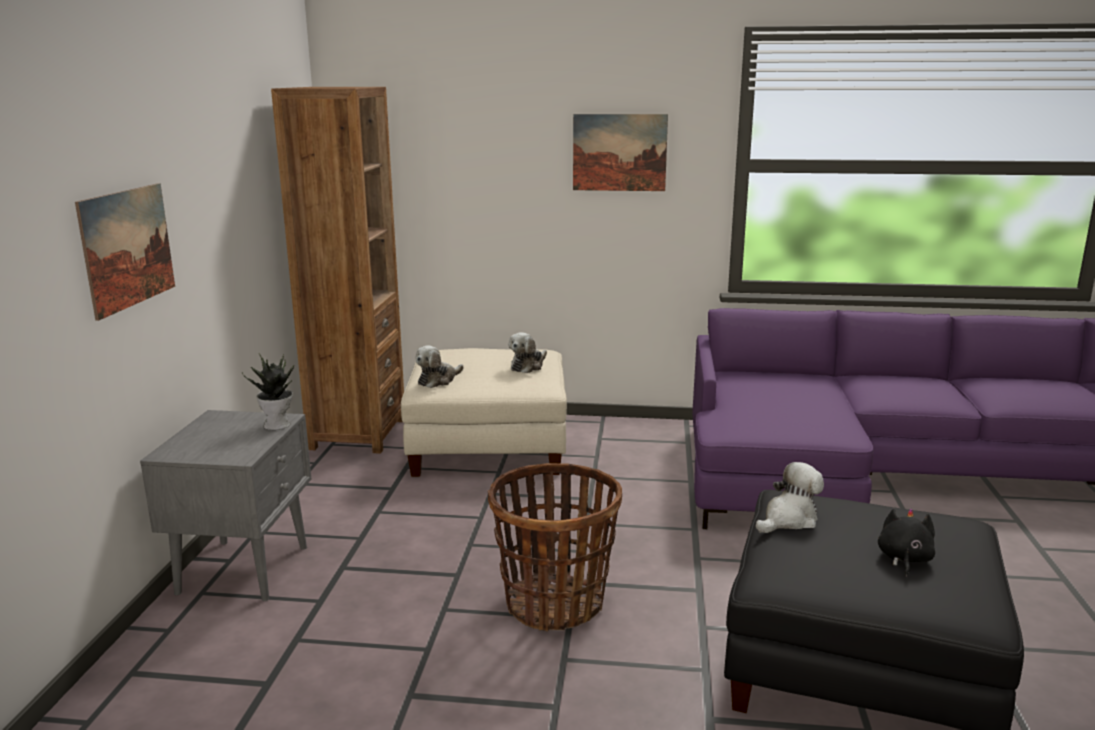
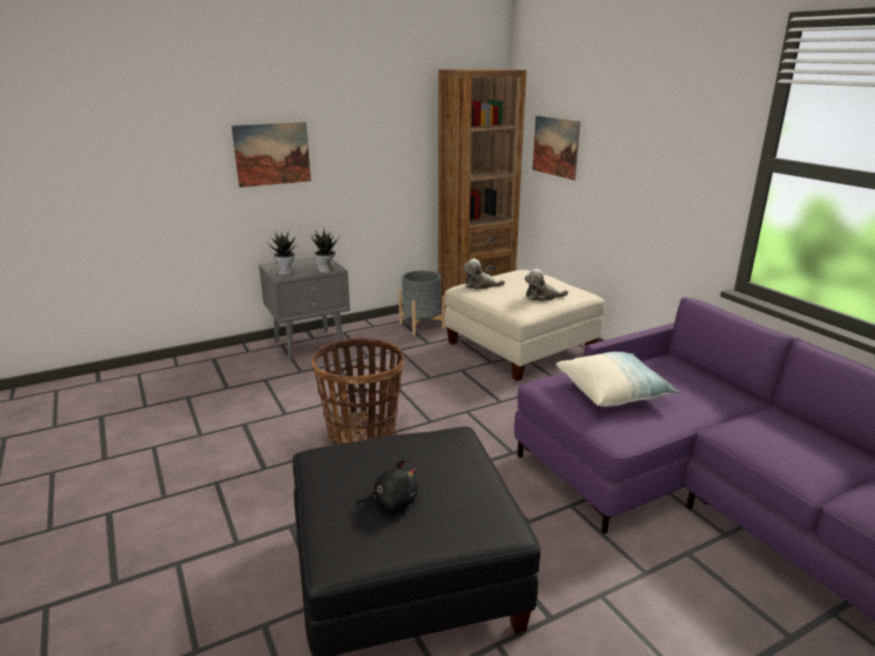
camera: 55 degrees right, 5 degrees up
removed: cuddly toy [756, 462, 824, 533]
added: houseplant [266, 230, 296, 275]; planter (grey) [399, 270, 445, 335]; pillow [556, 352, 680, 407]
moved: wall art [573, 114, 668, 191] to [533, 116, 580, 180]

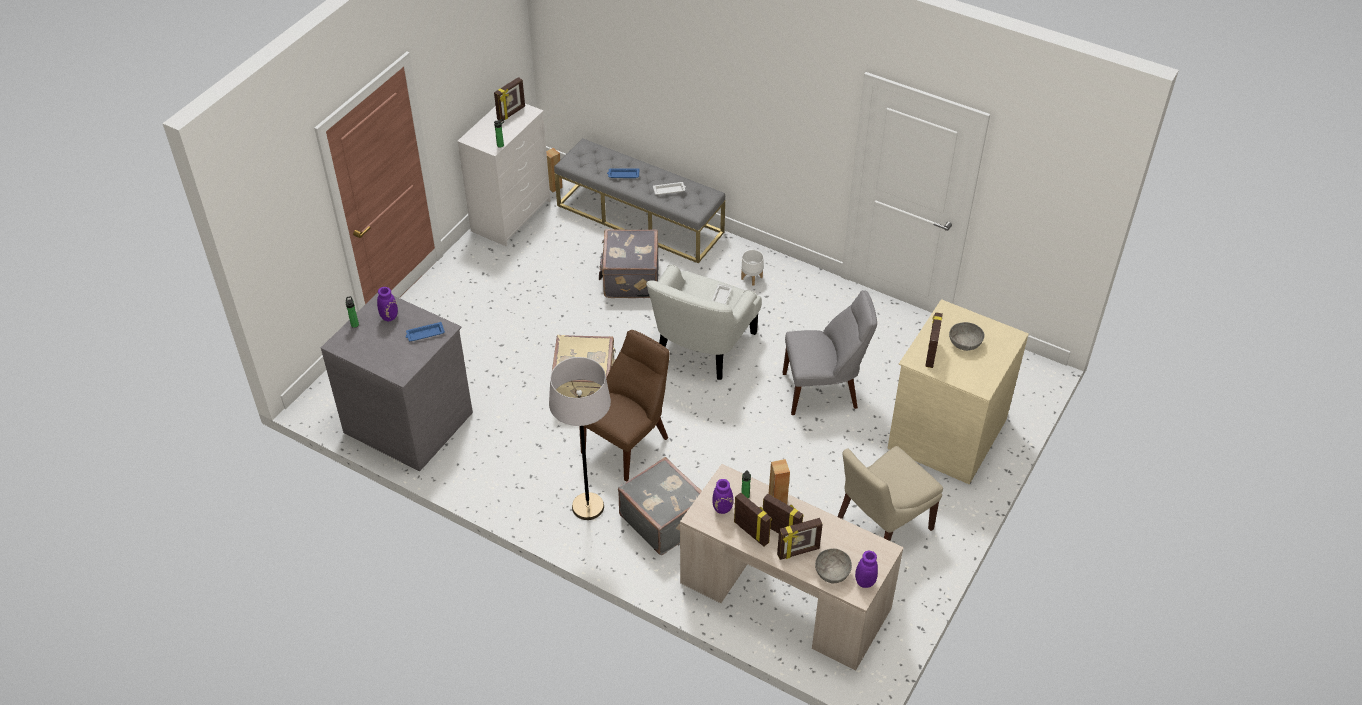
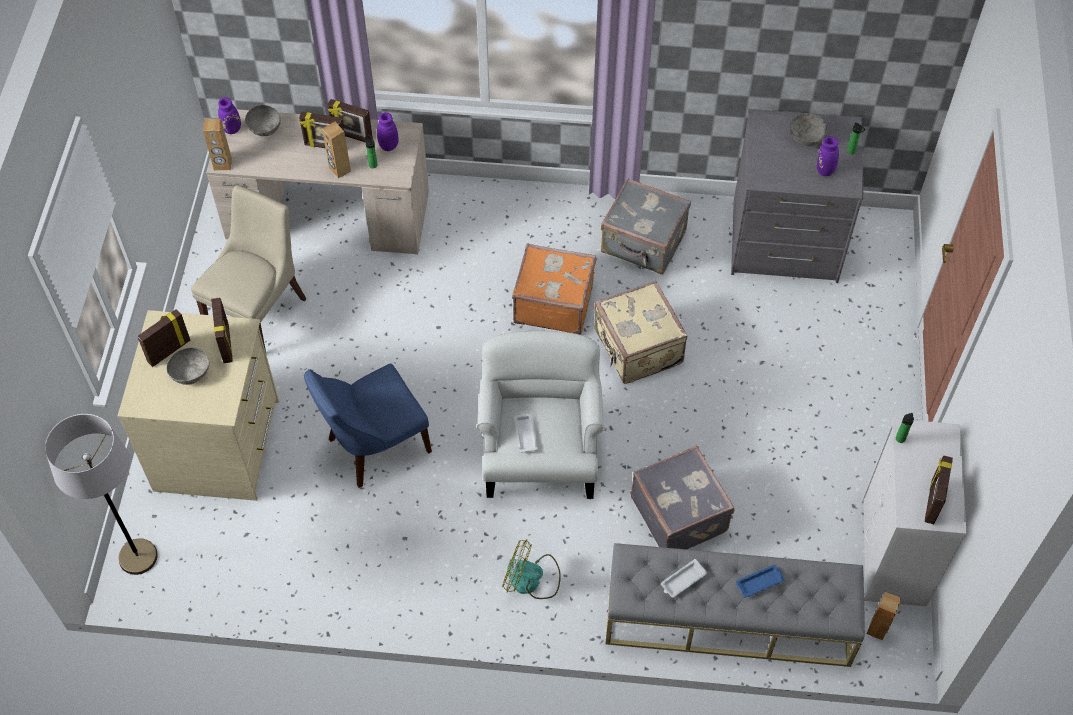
camera: 155 degrees right, 10 degrees up
removed: serving tray (blue-coloured) [406, 322, 445, 341]
added: speaker (brown) [203, 119, 232, 170]; bowl (grey) [791, 113, 827, 146]
moved: standard lamp (grey) [549, 357, 611, 520] to [45, 414, 158, 575]; photo frame [777, 518, 823, 560] to [137, 309, 190, 367]; suitcase (grey) [618, 457, 702, 555] to [601, 178, 691, 275]
replaced: planter (whitish) [741, 250, 764, 286] to fan [502, 539, 561, 599]; chair (brown) [579, 330, 669, 482] to suitcase (orange) [512, 243, 596, 335]
recoloured: chair (grey) [783, 290, 877, 415] to chair (blue-coloured) [304, 363, 432, 488]

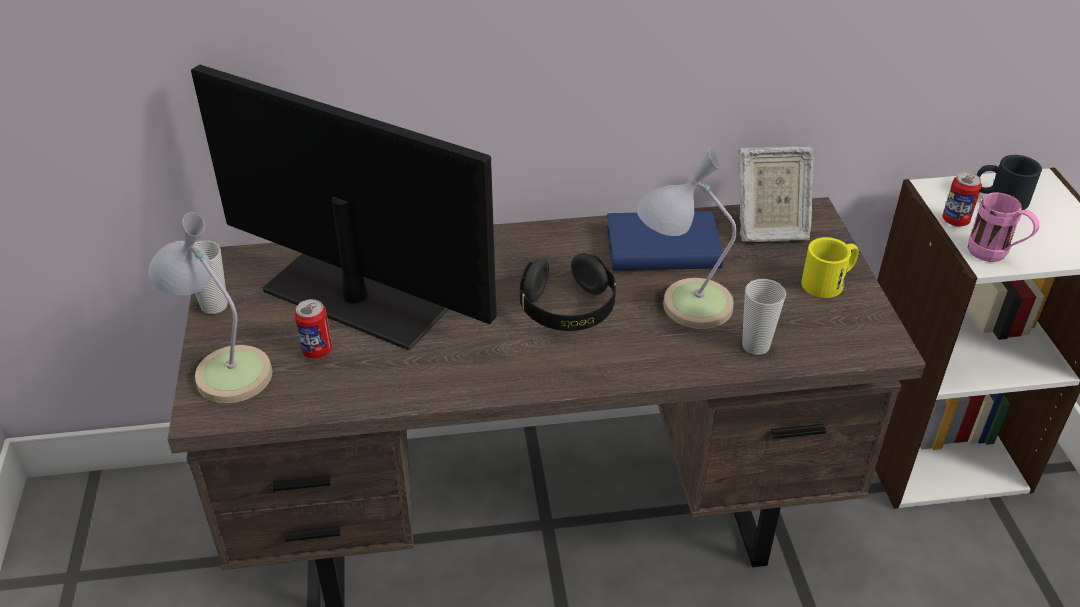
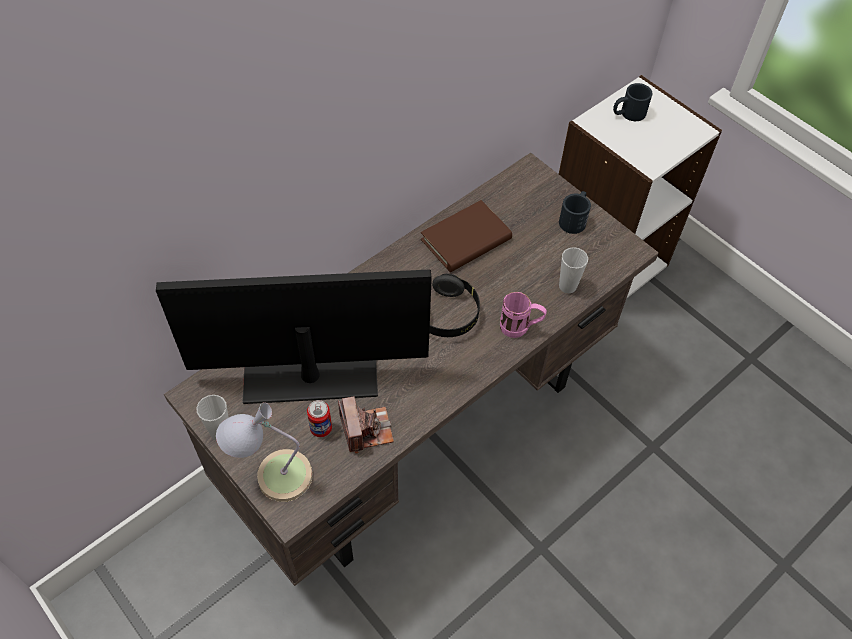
camera: 35 degrees left, 15 degrees up
removed: lamp for a table [636, 148, 737, 329]; photo frame [739, 147, 814, 242]; can [942, 172, 982, 226]
added: photo camera [338, 396, 394, 453]
moved: mug (pinkish) [968, 192, 1039, 262] to [500, 292, 547, 338]
recoloured: book (blue-coloured) [607, 211, 723, 270] to book (brown) [421, 200, 512, 272]; mug (yellow) [801, 237, 859, 298] to mug (black) [559, 191, 591, 234]

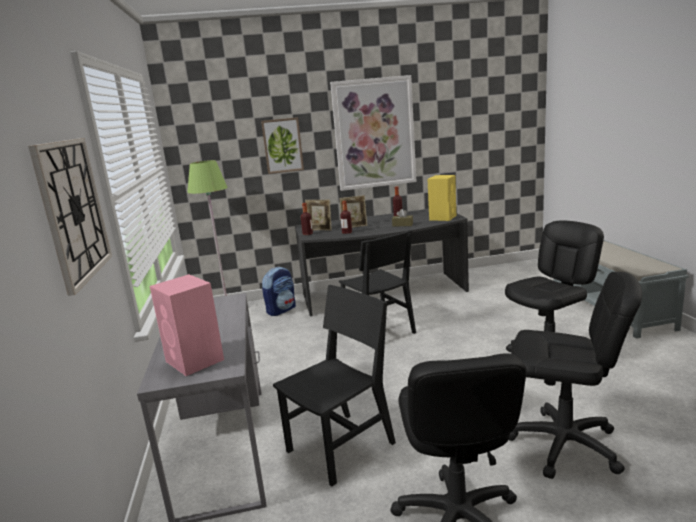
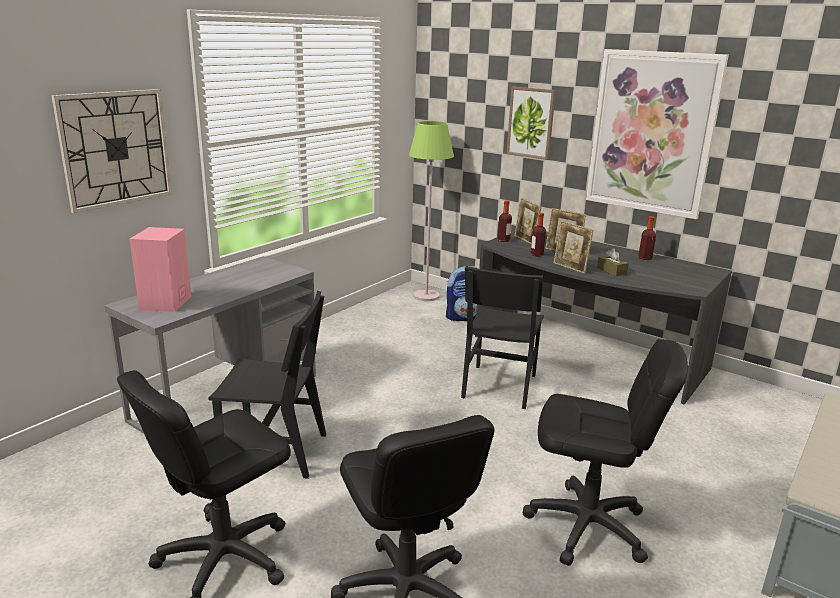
camera: 45 degrees right, 5 degrees up
removed: speaker (yellow) [427, 175, 456, 221]
added: photo frame [554, 221, 594, 274]

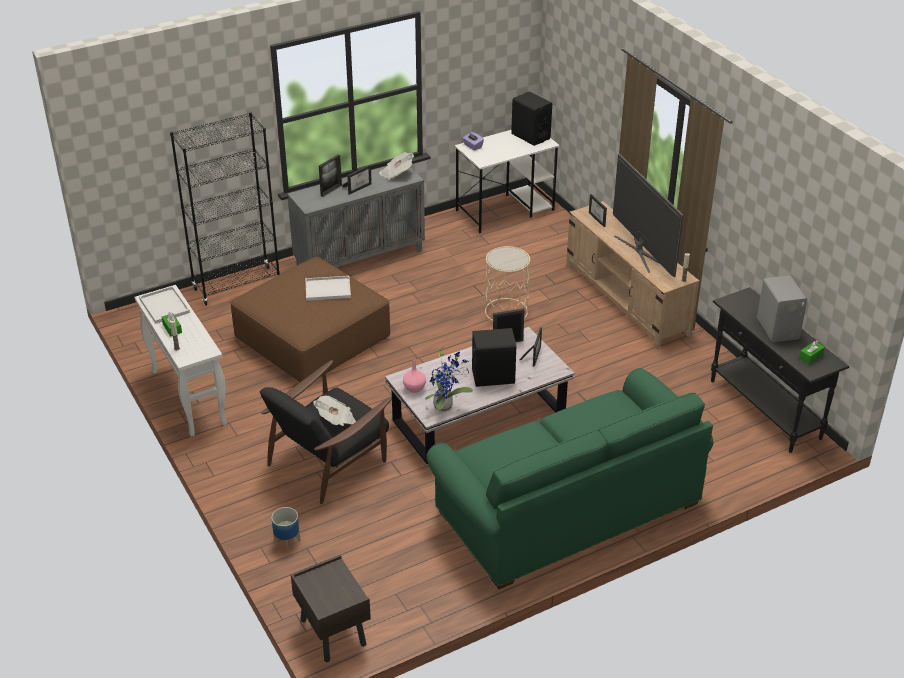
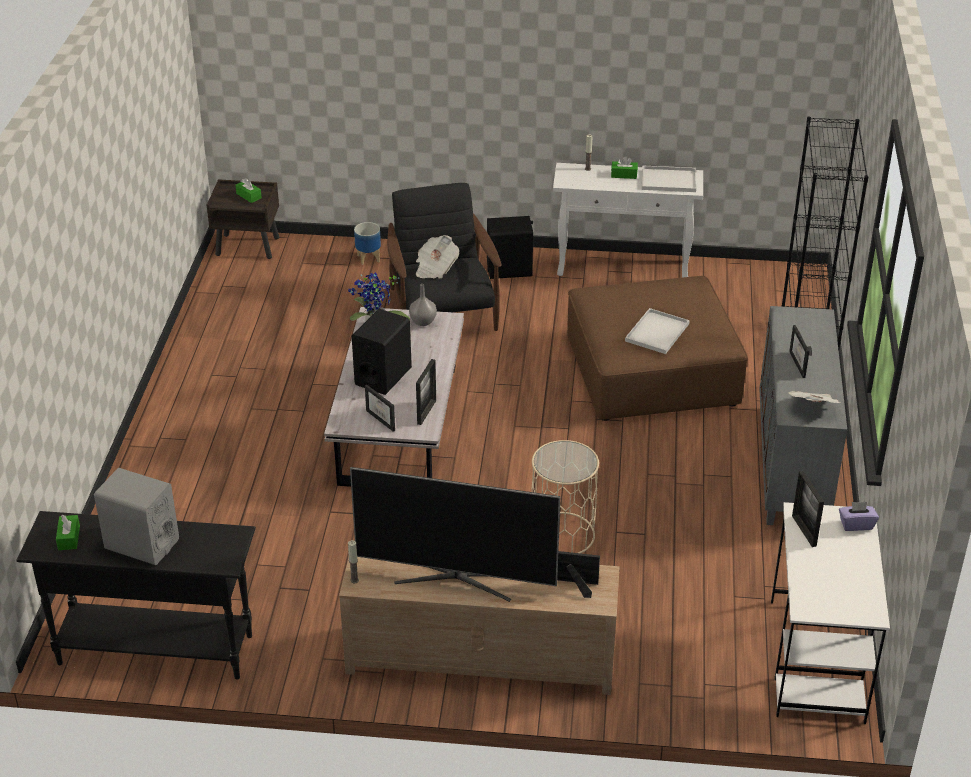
camera: 125 degrees right, 0 degrees up
removed: sofa (green-coloured) [426, 368, 713, 589]
added: tissue box (green-coloured) [236, 178, 262, 203]
moved: speaker (black) [511, 92, 552, 146] to [487, 216, 533, 279]; photo frame [319, 155, 342, 197] to [792, 471, 824, 547]
recoloured: decorative vase (pinkish) [403, 359, 426, 393] to decorative vase (grey) [409, 284, 437, 326]

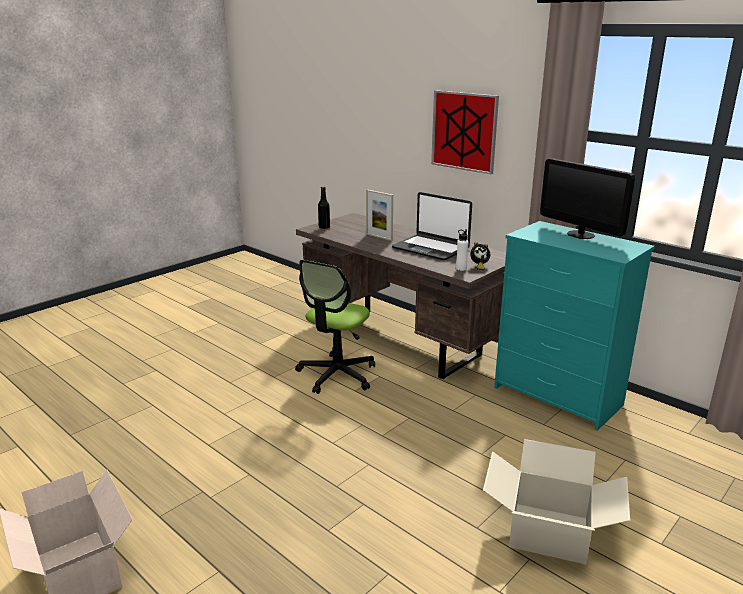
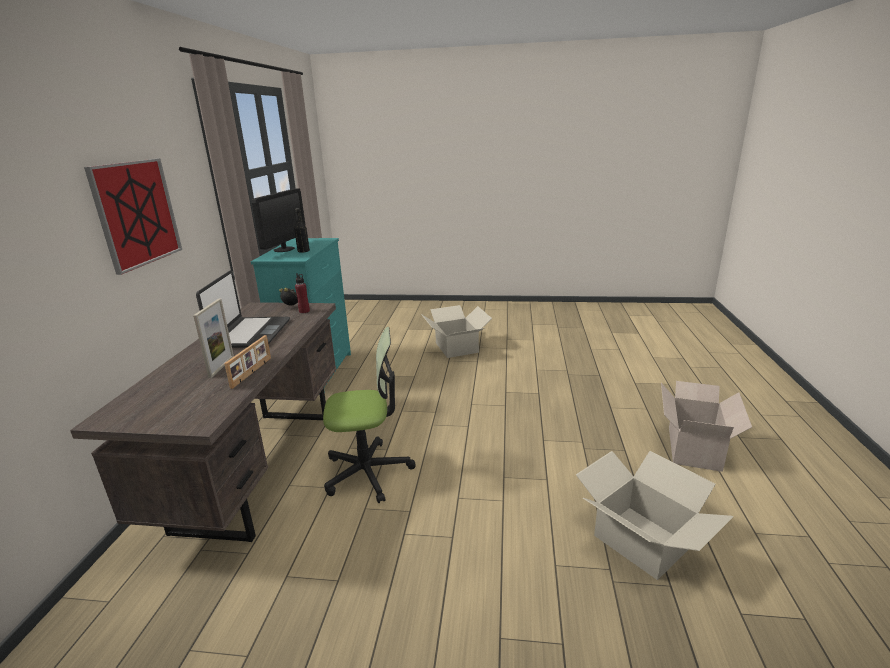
camera: 125 degrees left, 0 degrees up
added: photo frame [224, 335, 271, 389]; carton [576, 451, 733, 580]
moved: drink bottle (black) [318, 186, 330, 229] to [294, 208, 310, 253]
recoloured: drink bottle (whitish) [456, 229, 469, 271] to drink bottle (red-coloured) [295, 273, 310, 313]

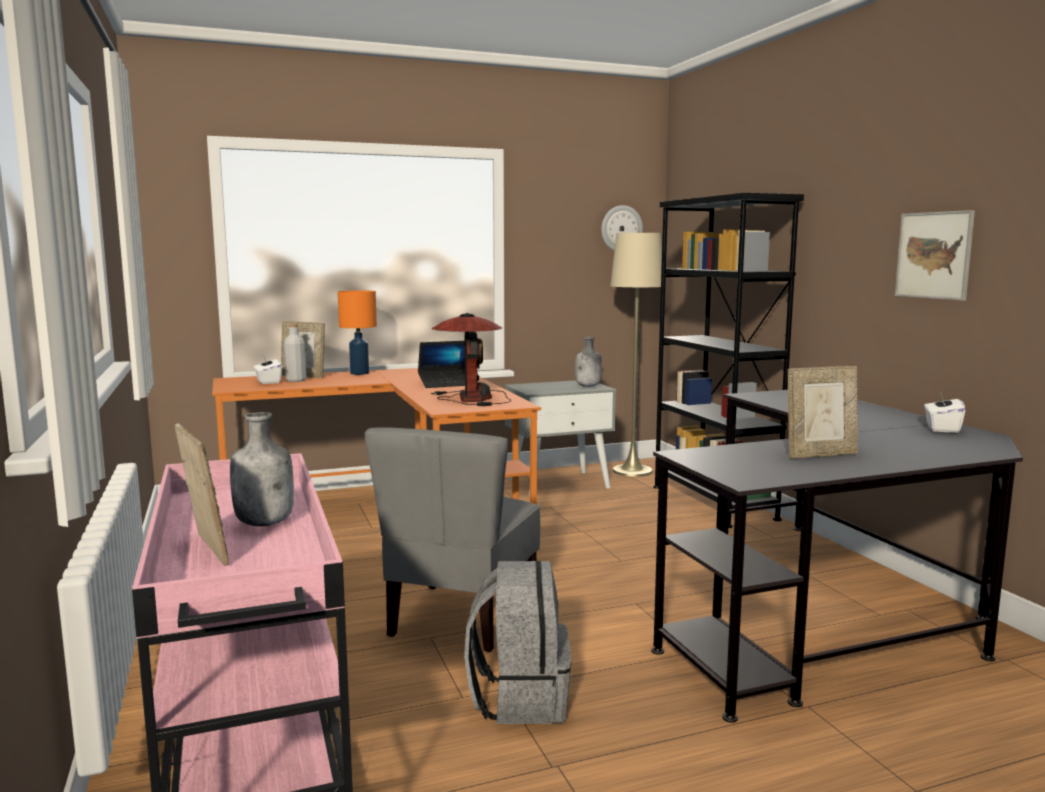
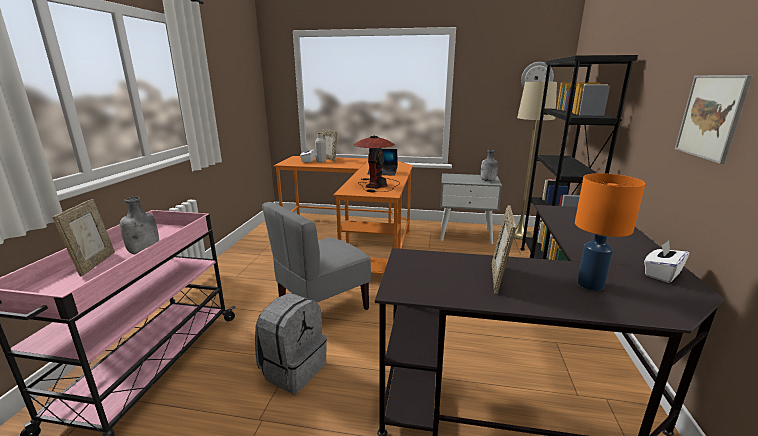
camera: 30 degrees right, 10 degrees up
moved: lamp for a table (orange) [338, 290, 377, 375] to [575, 173, 645, 291]
turned: photo frame [788, 366, 858, 459] = [492, 205, 516, 294] 90 degrees clockwise

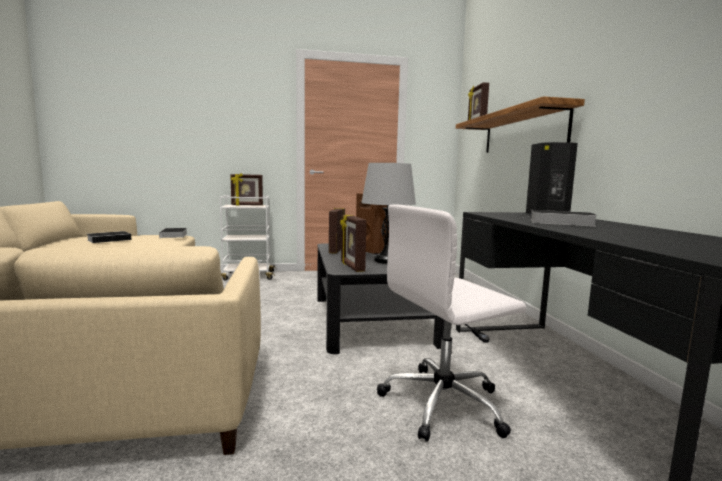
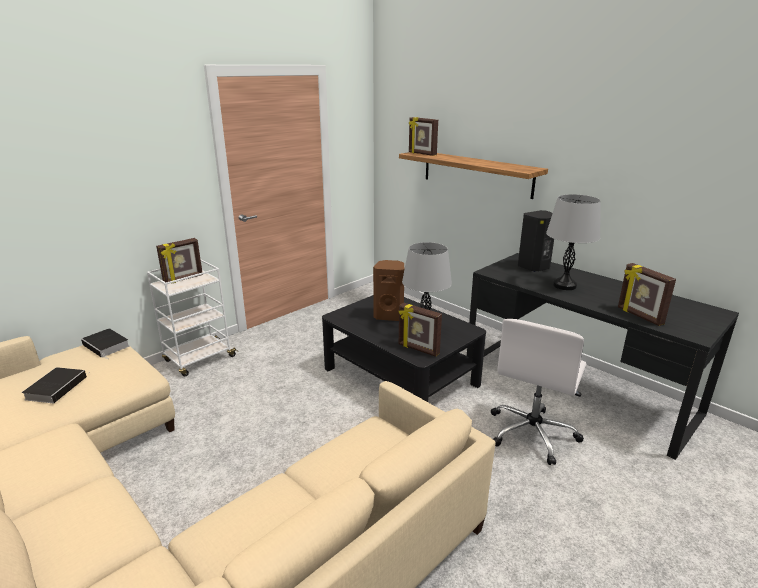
camera: 35 degrees left, 15 degrees up
moved: photo frame [329, 207, 345, 254] to [618, 263, 676, 326]
replaced: book [531, 210, 598, 227] to lamp for a table (grey) [546, 194, 600, 290]

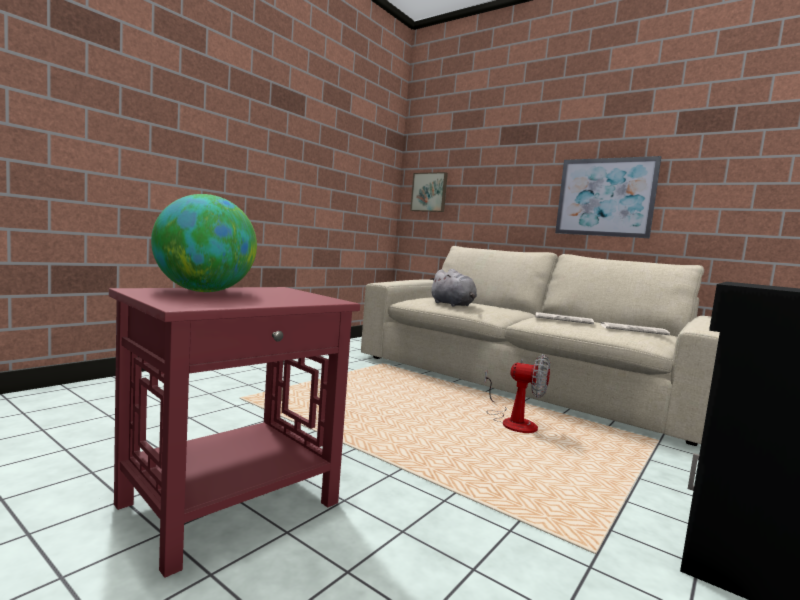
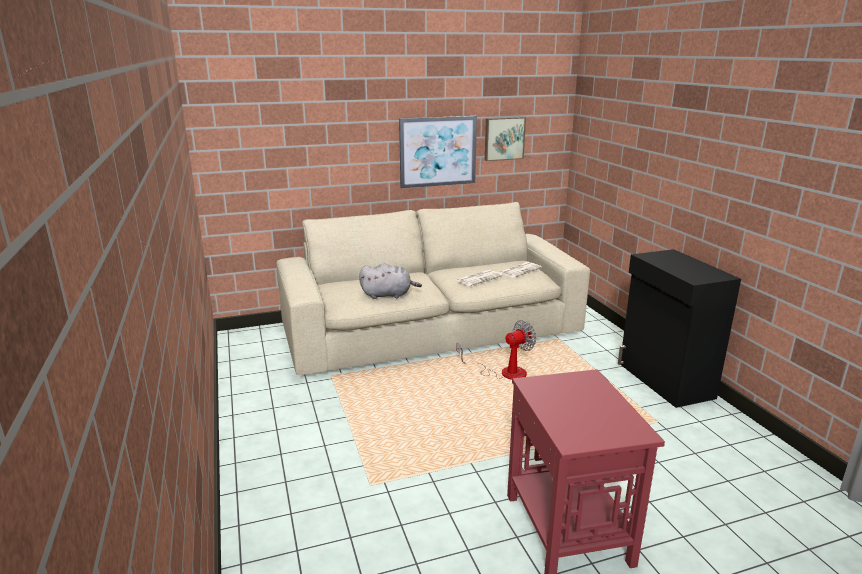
camera: 55 degrees left, 15 degrees up
removed: globe [151, 194, 257, 292]
moved: wall art [410, 172, 448, 212] to [485, 117, 526, 161]

